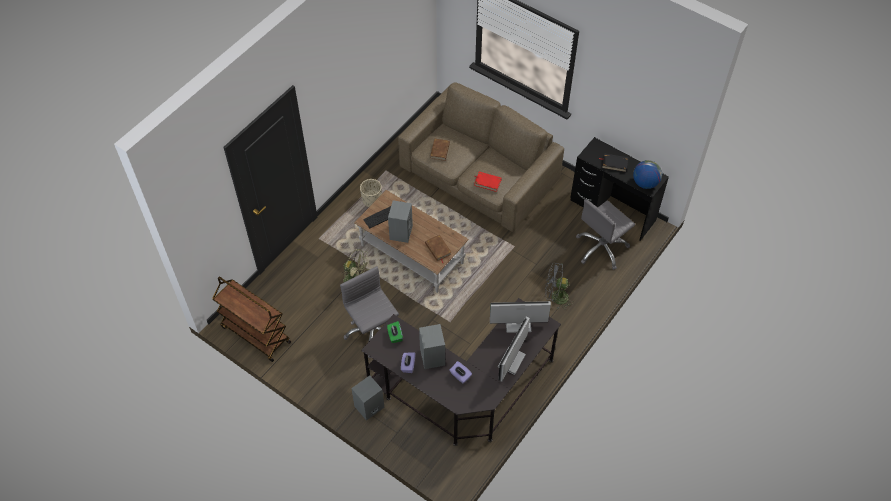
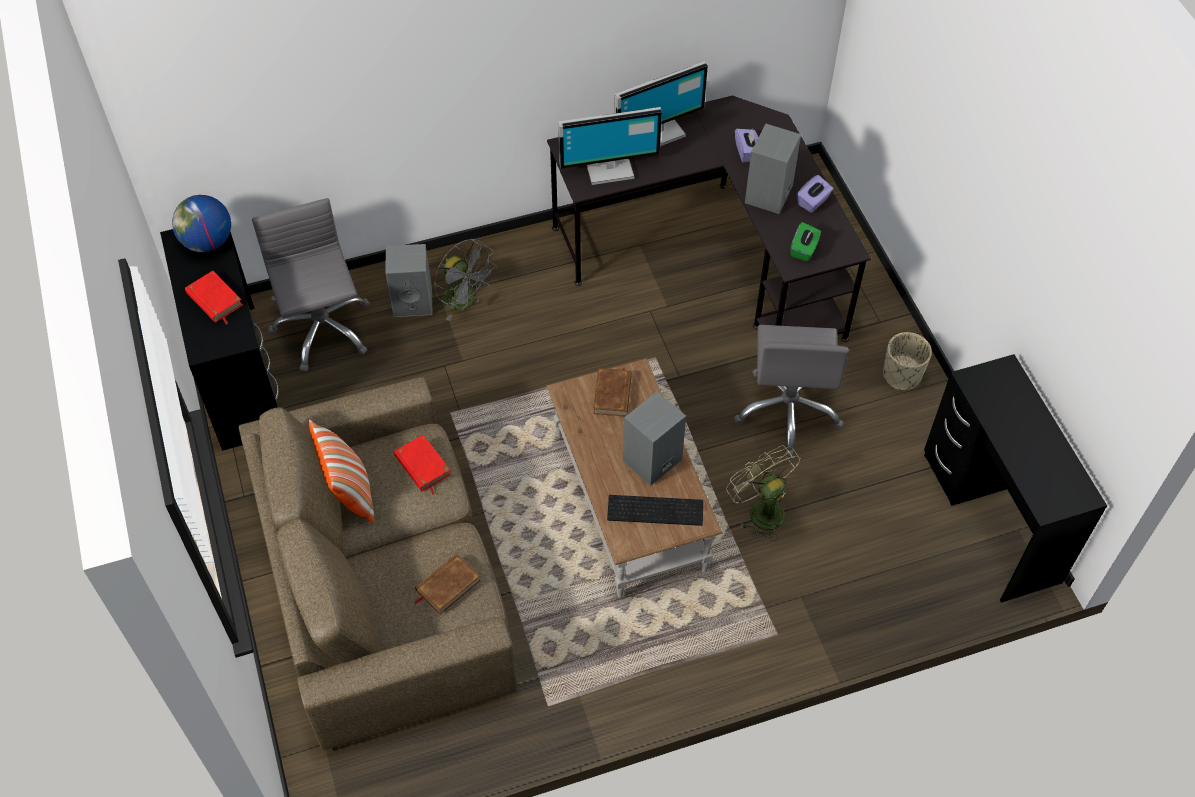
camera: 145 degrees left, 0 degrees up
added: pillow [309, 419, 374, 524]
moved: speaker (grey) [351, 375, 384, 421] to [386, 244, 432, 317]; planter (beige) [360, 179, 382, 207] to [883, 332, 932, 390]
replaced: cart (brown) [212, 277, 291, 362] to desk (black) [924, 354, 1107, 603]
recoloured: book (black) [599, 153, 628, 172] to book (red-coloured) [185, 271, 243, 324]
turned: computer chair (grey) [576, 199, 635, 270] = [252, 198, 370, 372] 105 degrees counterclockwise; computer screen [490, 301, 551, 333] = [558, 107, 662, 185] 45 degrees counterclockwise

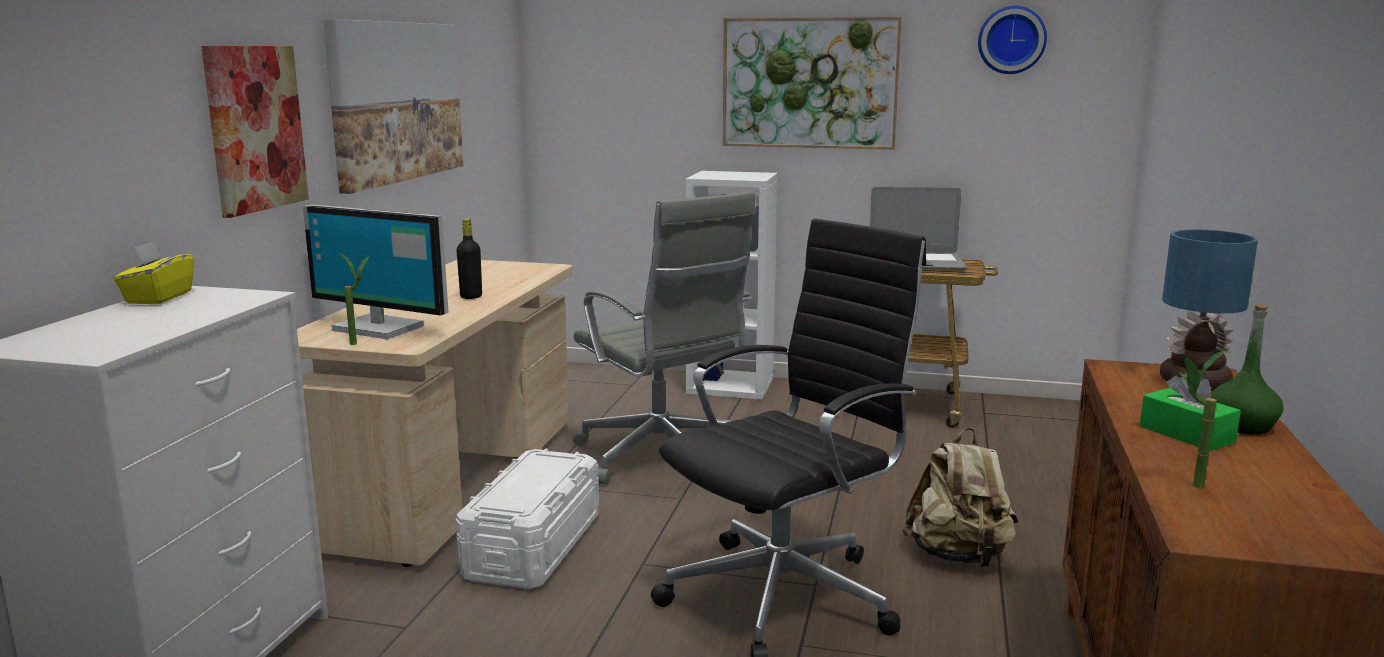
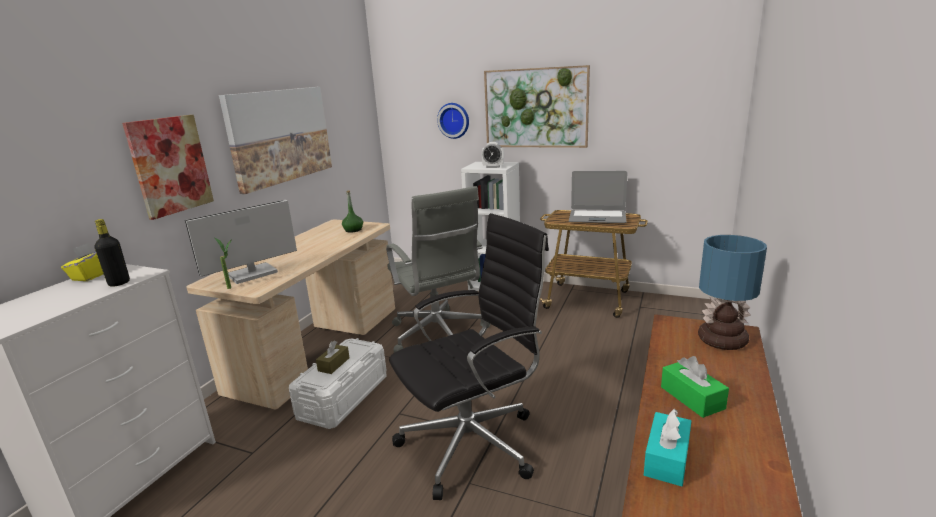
camera: 10 degrees right, 5 degrees up
removed: backpack (beige) [902, 428, 1018, 567]
added: tissue box (brown) [316, 341, 350, 374]; table clock [481, 142, 504, 168]
moved: drink bottle (black) [456, 219, 482, 299] to [95, 219, 130, 287]; drink bottle (green-coloured) [1211, 303, 1284, 435] to [342, 190, 363, 233]; wall clock [978, 6, 1047, 74] to [437, 103, 469, 139]
replaced: houseplant [1179, 348, 1229, 488] to tissue box (turquoise-coloured) [644, 409, 691, 486]
turned: computer screen [303, 205, 449, 339] = [185, 200, 297, 284] 105 degrees clockwise

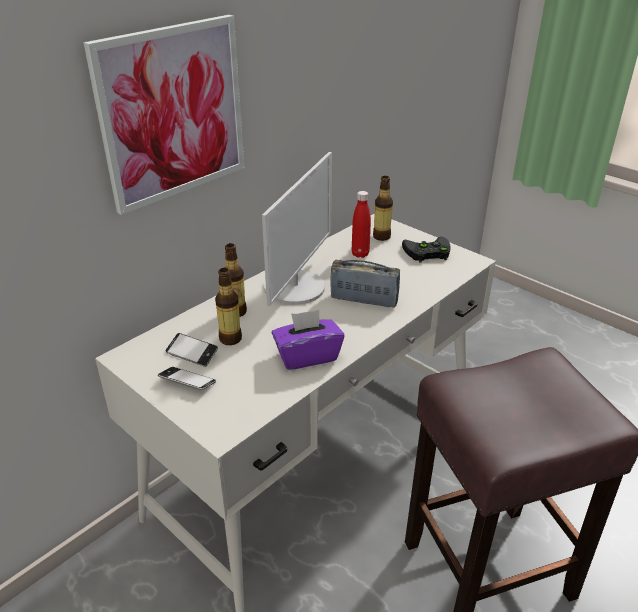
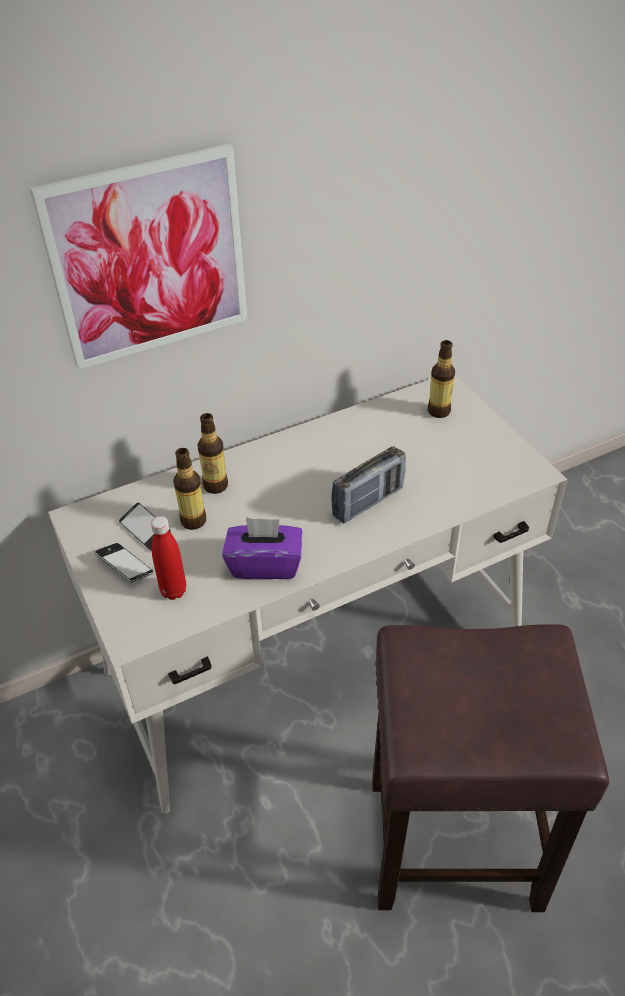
camera: 20 degrees right, 10 degrees up
removed: computer screen [262, 152, 332, 306]; joypad (black) [402, 237, 451, 262]
moved: drink bottle (red-coloured) [352, 191, 371, 258] to [151, 516, 186, 600]
turned: radio set [330, 259, 400, 308] = [331, 446, 406, 523] 105 degrees clockwise

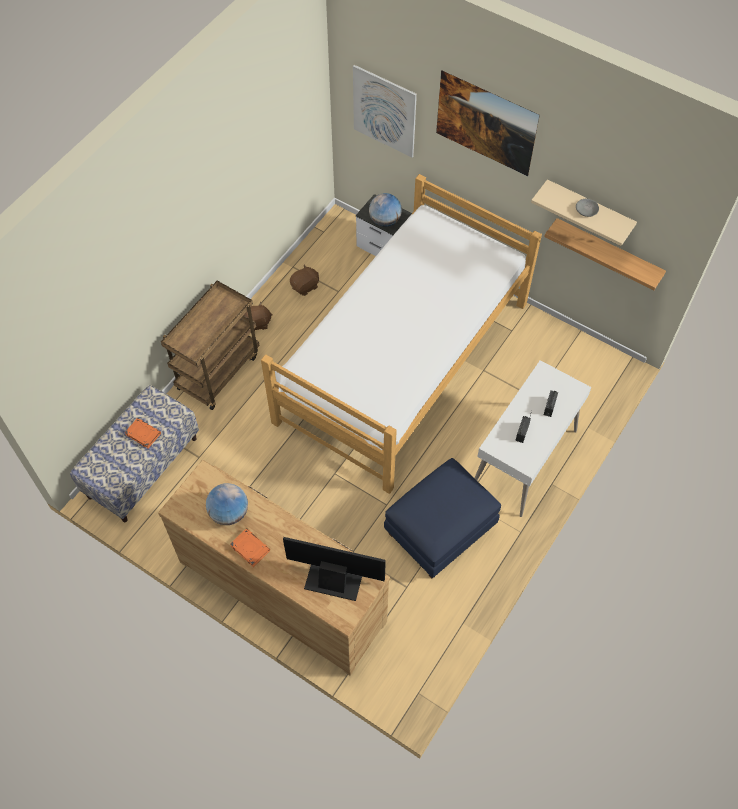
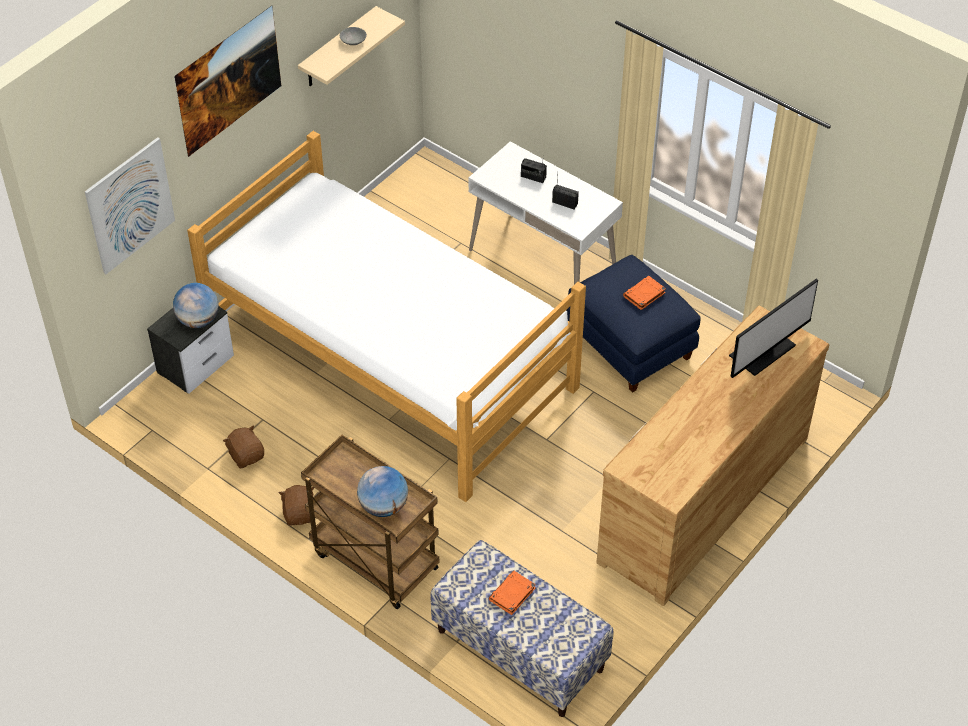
camera: 85 degrees left, 10 degrees down
removed: wall shelf [544, 218, 666, 290]
moved: globe [206, 483, 248, 525] to [357, 466, 408, 517]; book (orange) [230, 528, 270, 567] to [623, 276, 666, 310]
turned: computer screen [283, 537, 386, 601] = [729, 279, 818, 378] 150 degrees counterclockwise

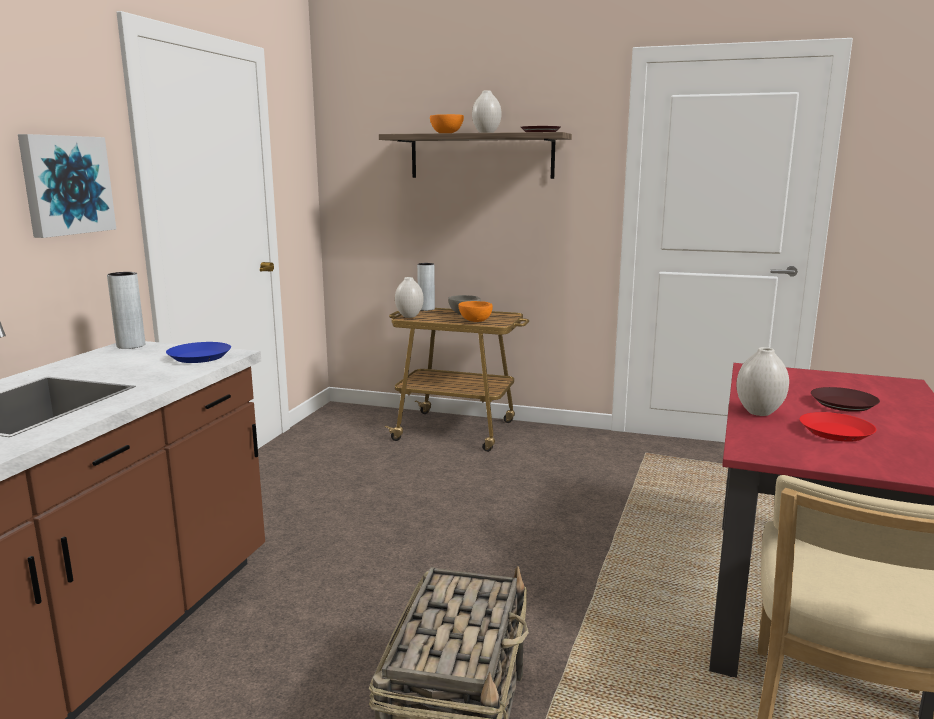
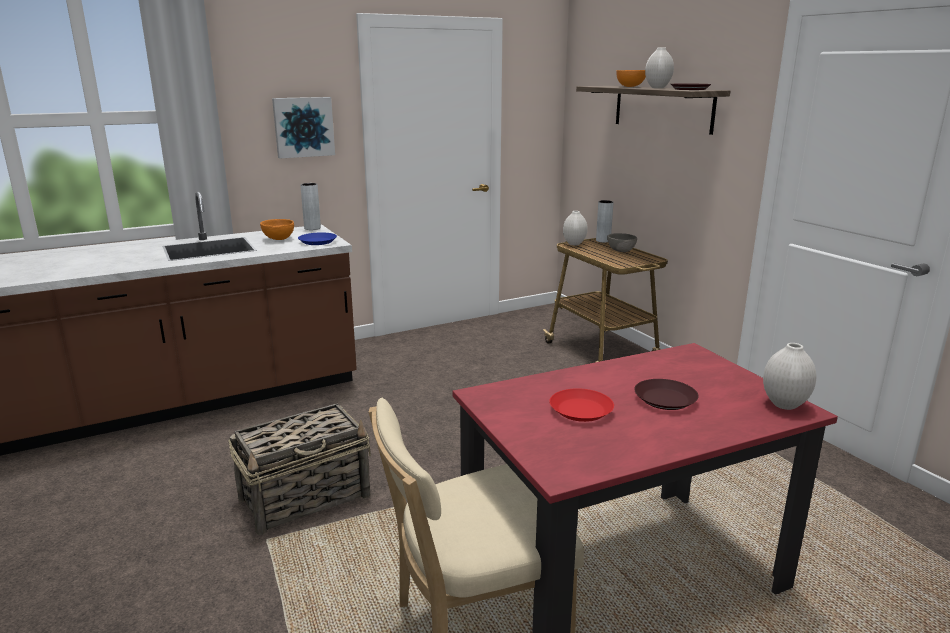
camera: 45 degrees right, 5 degrees up
moved: bowl (orange) [458, 301, 493, 322] to [260, 219, 294, 240]; decorative vase (whitish) [736, 347, 789, 416] to [763, 343, 816, 410]

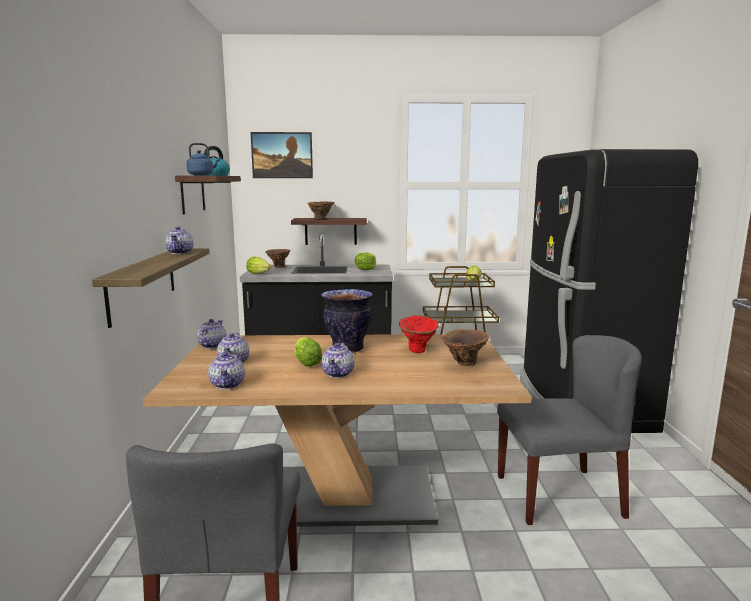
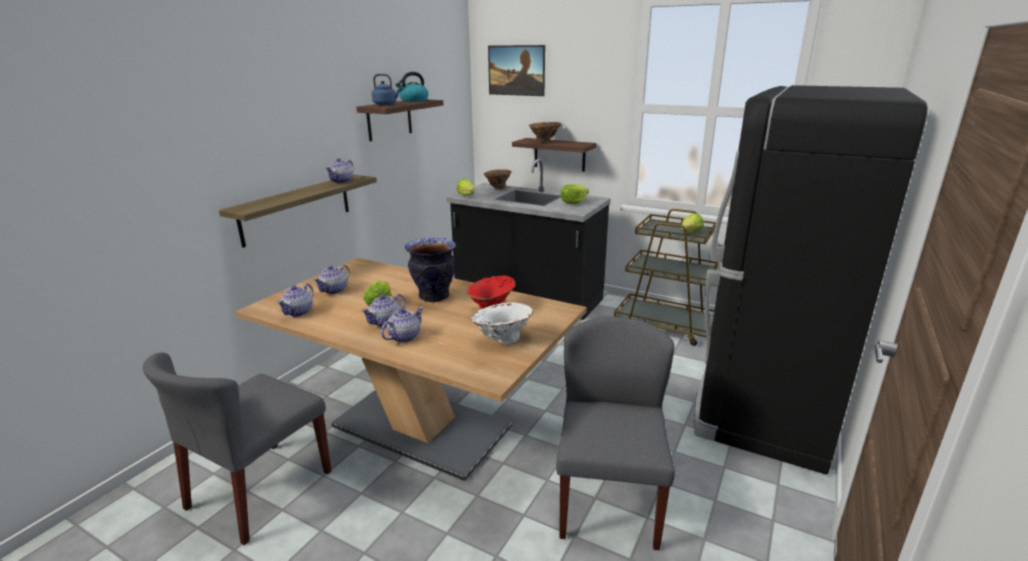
camera: 30 degrees right, 10 degrees up
moved: tea pot [197, 319, 227, 349] to [381, 307, 423, 343]
recoloured: decorative vase (brown) [442, 329, 490, 366] to decorative vase (whitish) [472, 302, 533, 344]
turned: chair (grey) [497, 335, 642, 525] = [556, 316, 675, 550] 105 degrees counterclockwise

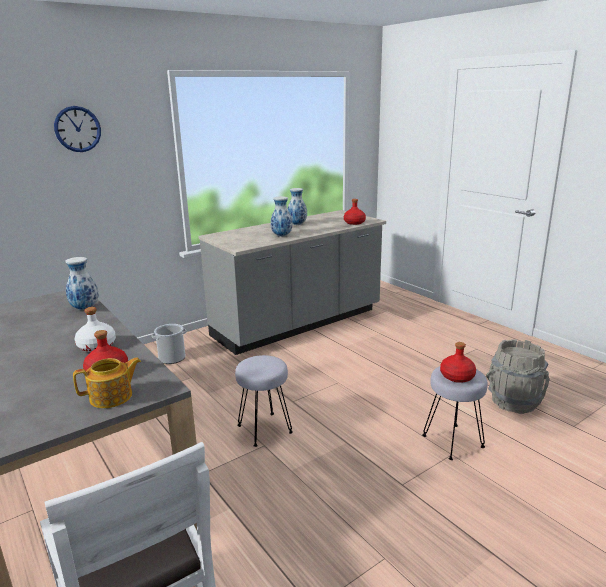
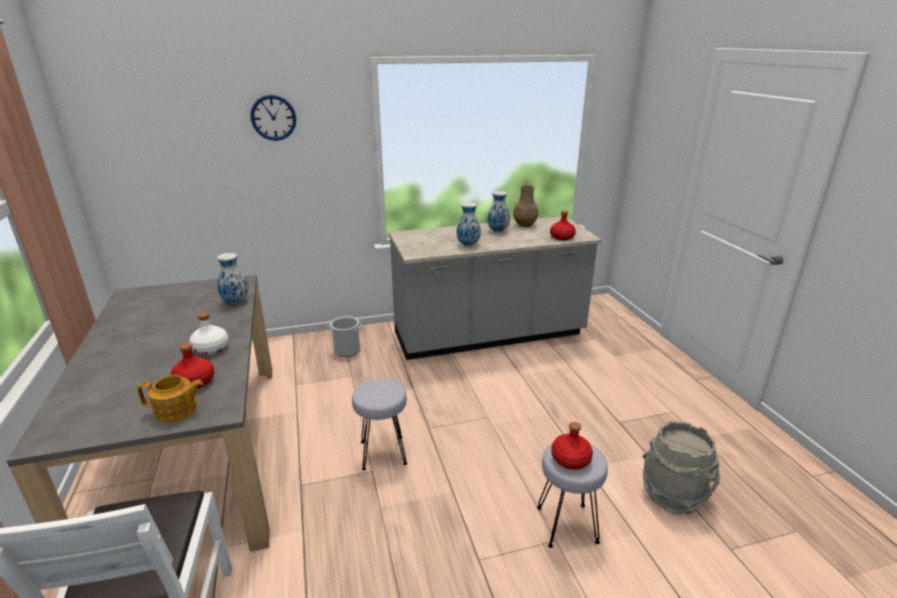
camera: 20 degrees right, 5 degrees up
added: decorative vase (brown) [513, 185, 538, 227]

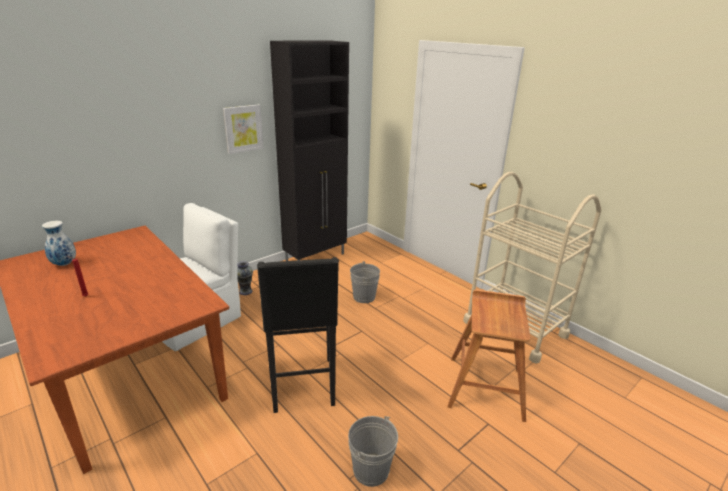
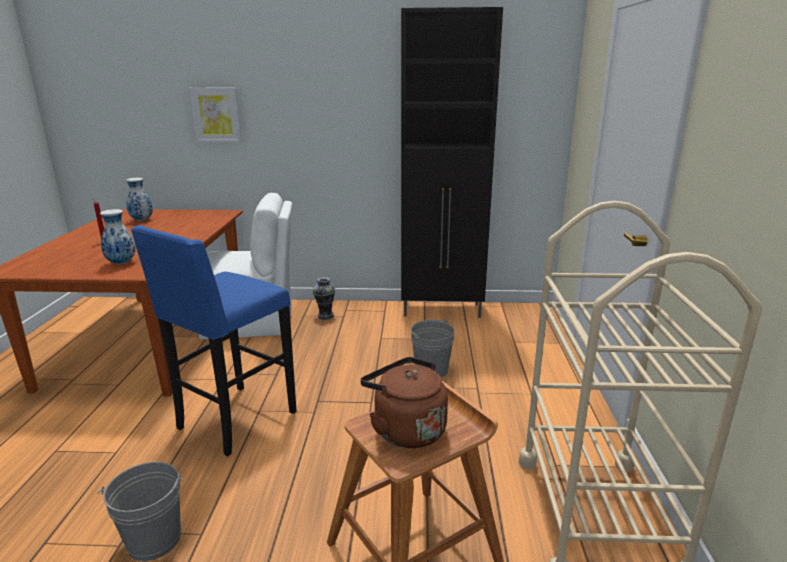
camera: 45 degrees right, 5 degrees down
added: decorative vase [100, 209, 136, 264]; water kettle (brown) [360, 357, 448, 448]
moved: wall art [223, 104, 263, 154] to [189, 87, 242, 143]
recoloured: stool seat (black) [257, 257, 339, 413] to stool seat (blue-coloured) [131, 225, 297, 456]

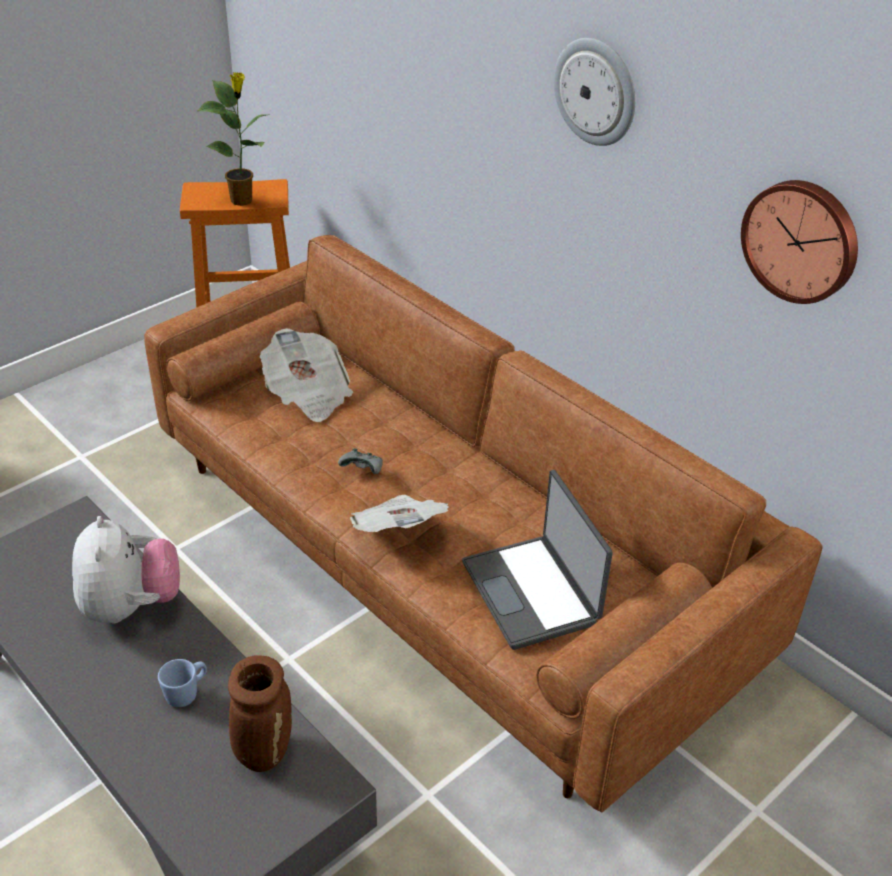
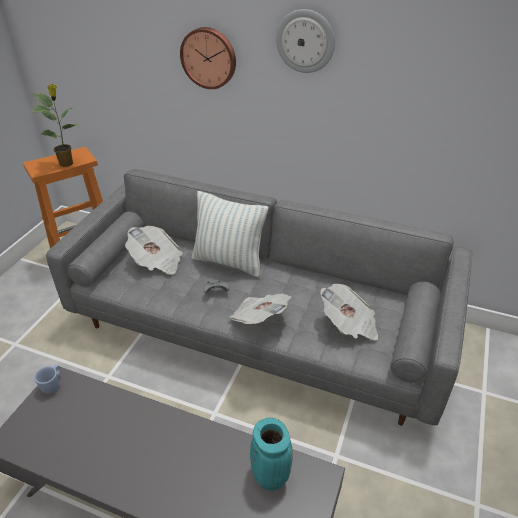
camera: 25 degrees left, 0 degrees up
removed: cuddly toy [72, 516, 180, 623]
added: pillow [191, 191, 268, 277]
moved: mug (blue-coloured) [158, 659, 207, 707] to [34, 365, 61, 394]; wall clock [741, 180, 858, 304] to [180, 27, 236, 89]
replaced: laptop [462, 470, 613, 650] to daily paper [320, 284, 378, 341]
recoloured: sofa (brown) [144, 235, 823, 812] to sofa (grey) [46, 169, 473, 425]; decorative vase (brown) [228, 655, 292, 772] to decorative vase (turquoise-coloured) [250, 418, 293, 490]

